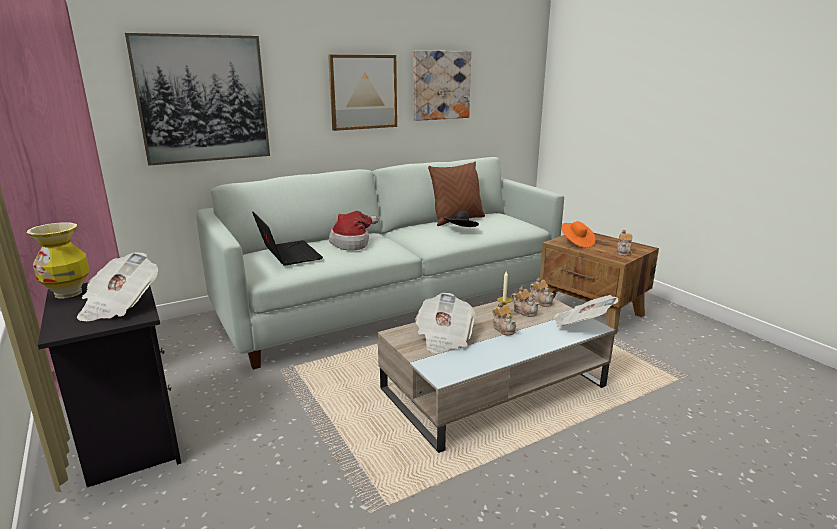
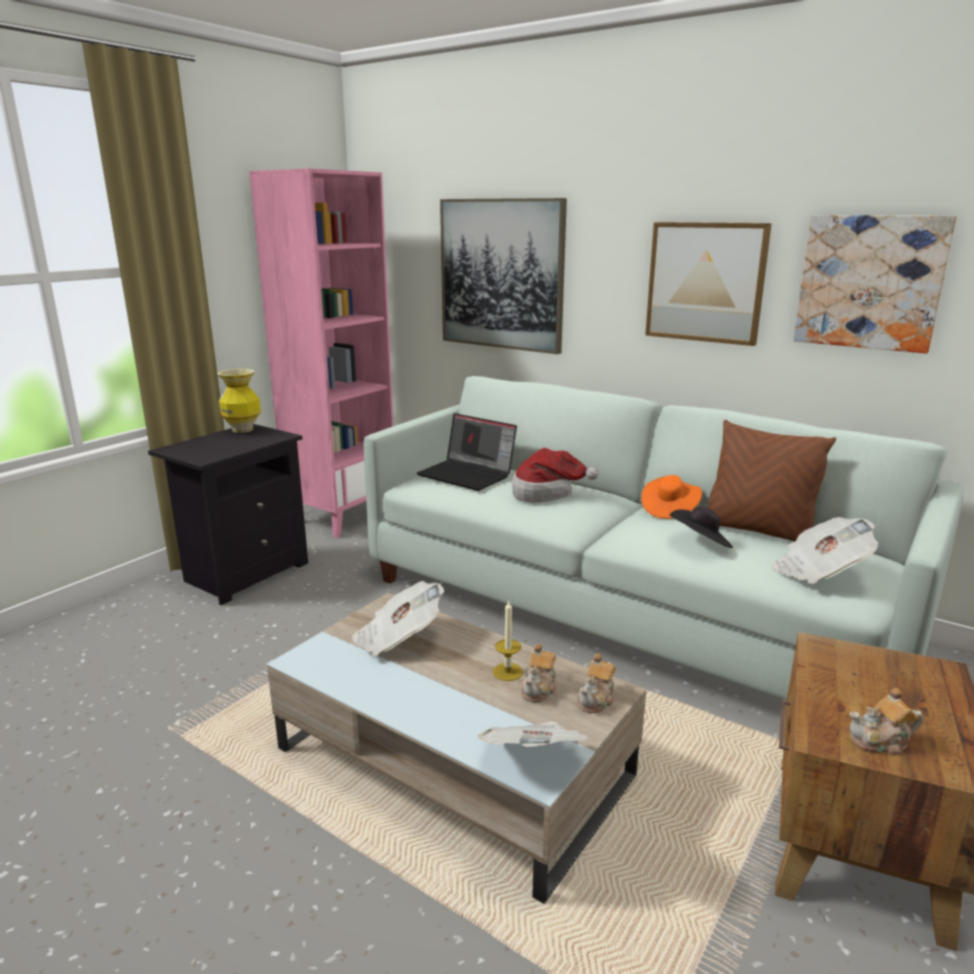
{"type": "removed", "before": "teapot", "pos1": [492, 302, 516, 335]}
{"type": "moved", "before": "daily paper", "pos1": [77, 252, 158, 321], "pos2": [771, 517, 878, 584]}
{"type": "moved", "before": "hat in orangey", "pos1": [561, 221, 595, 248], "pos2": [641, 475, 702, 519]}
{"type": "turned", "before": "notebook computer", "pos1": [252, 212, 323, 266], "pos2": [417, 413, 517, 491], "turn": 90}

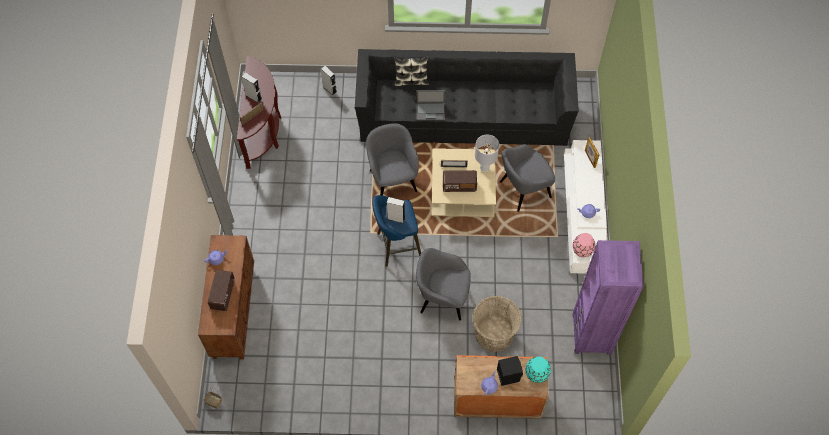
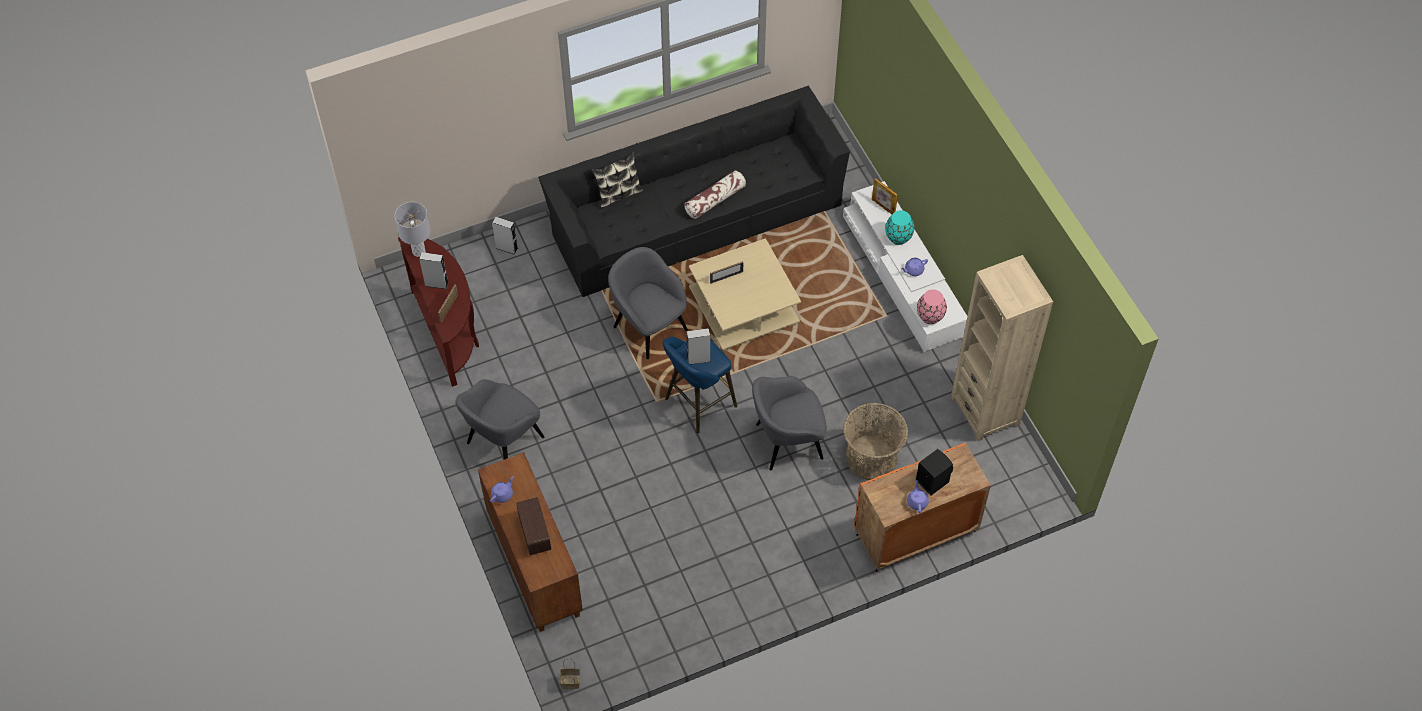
{"type": "removed", "before": "notebook computer", "pos1": [417, 90, 445, 120]}
{"type": "removed", "before": "radio", "pos1": [443, 170, 477, 192]}
{"type": "added", "after": "pillow", "pos2": [685, 171, 746, 219]}
{"type": "moved", "before": "tabletop lamp in greyish", "pos1": [475, 135, 499, 172], "pos2": [395, 202, 431, 257]}
{"type": "moved", "before": "lounge chair in greyish", "pos1": [500, 144, 555, 212], "pos2": [455, 379, 544, 460]}
{"type": "moved", "before": "vase in turquoise-coloured", "pos1": [525, 357, 551, 383], "pos2": [885, 210, 914, 245]}
{"type": "recoloured", "before": "shelving unit in purple", "after": "shelving unit in sand-coloured", "pos1": [572, 240, 644, 355], "pos2": [951, 255, 1053, 442]}

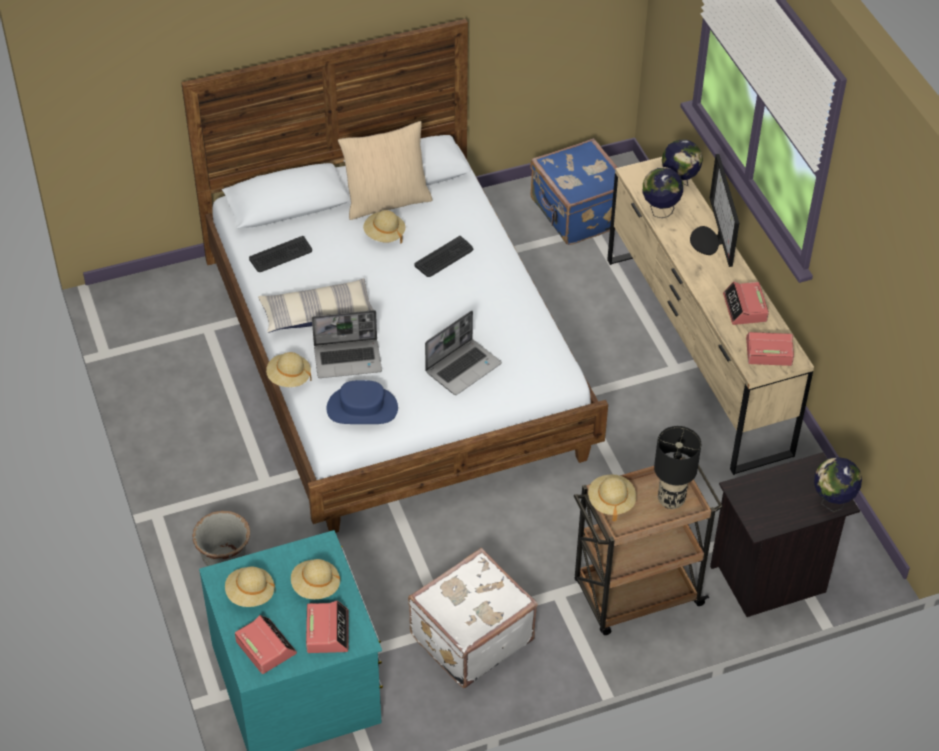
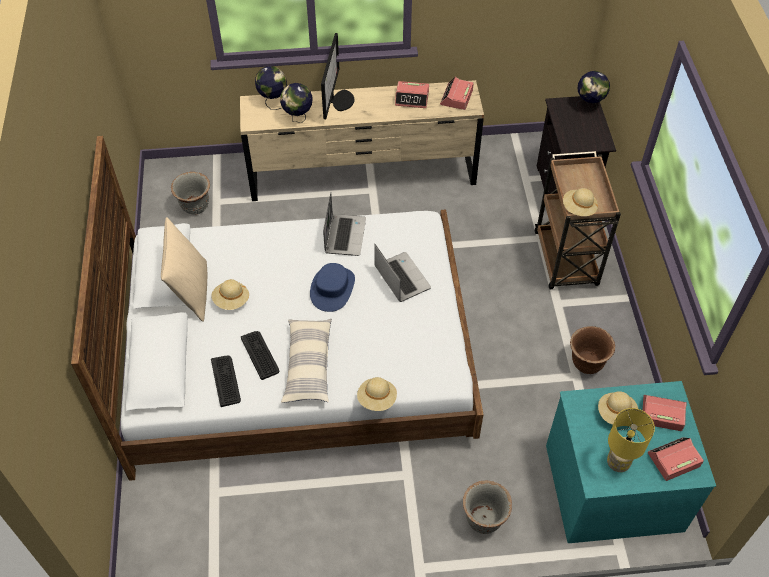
{"type": "removed", "before": "tabletop lamp in blackish", "pos1": [654, 426, 701, 509]}
{"type": "moved", "before": "notebook computer", "pos1": [312, 310, 382, 378], "pos2": [323, 193, 366, 256]}
{"type": "moved", "before": "hat in blue-coloured", "pos1": [327, 380, 398, 424], "pos2": [310, 263, 355, 312]}
{"type": "moved", "before": "keyboard", "pos1": [415, 236, 473, 277], "pos2": [241, 331, 279, 380]}
{"type": "replaced", "before": "hat in sand-coloured", "after": "tabletop lamp in yellow-coloured", "pos1": [225, 567, 276, 607], "pos2": [607, 408, 655, 472]}
{"type": "replaced", "before": "piece of luggage in white-coloured", "after": "flower pot in brown", "pos1": [408, 548, 538, 688], "pos2": [570, 326, 615, 374]}
{"type": "replaced", "before": "piece of luggage in blue-coloured", "after": "flower pot in greyish", "pos1": [530, 138, 618, 245], "pos2": [171, 172, 210, 215]}
{"type": "turned", "before": "computer screen", "pos1": [690, 154, 739, 267], "pos2": [321, 33, 354, 119], "turn": -90}

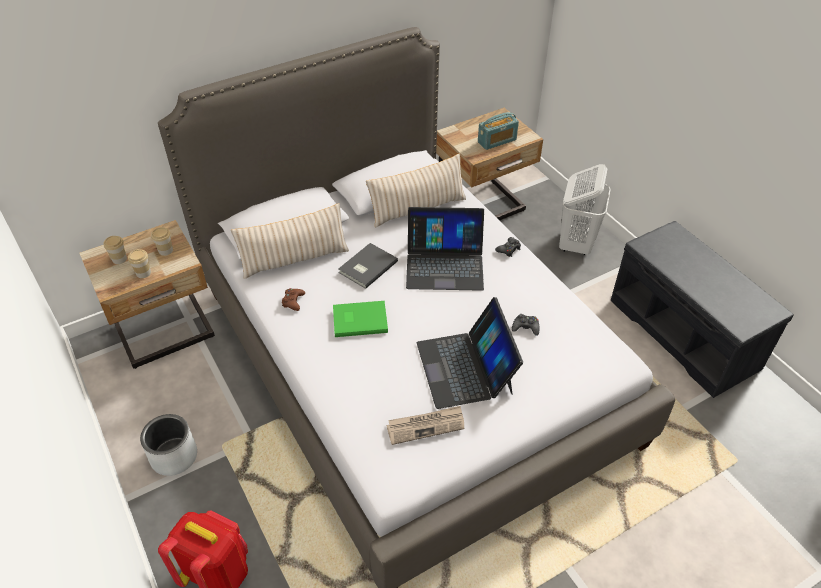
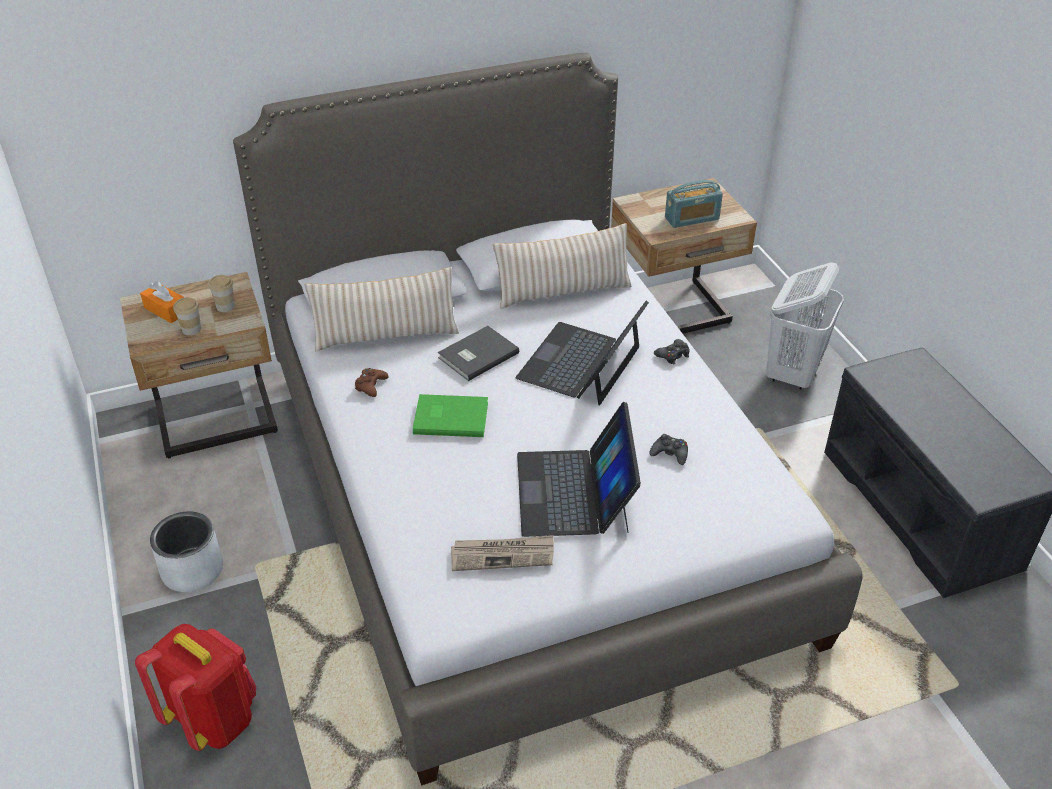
{"type": "replaced", "before": "cup", "after": "tissue box in orangey", "pos1": [103, 236, 127, 264], "pos2": [140, 281, 185, 323]}
{"type": "turned", "before": "notebook computer", "pos1": [406, 207, 484, 291], "pos2": [516, 301, 649, 406], "turn": 105}

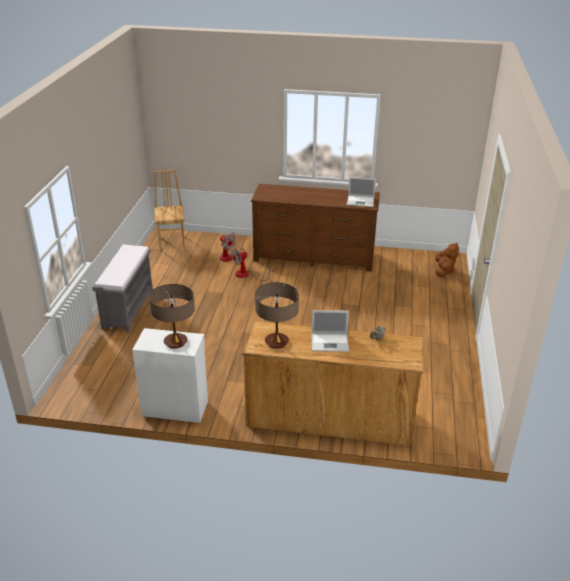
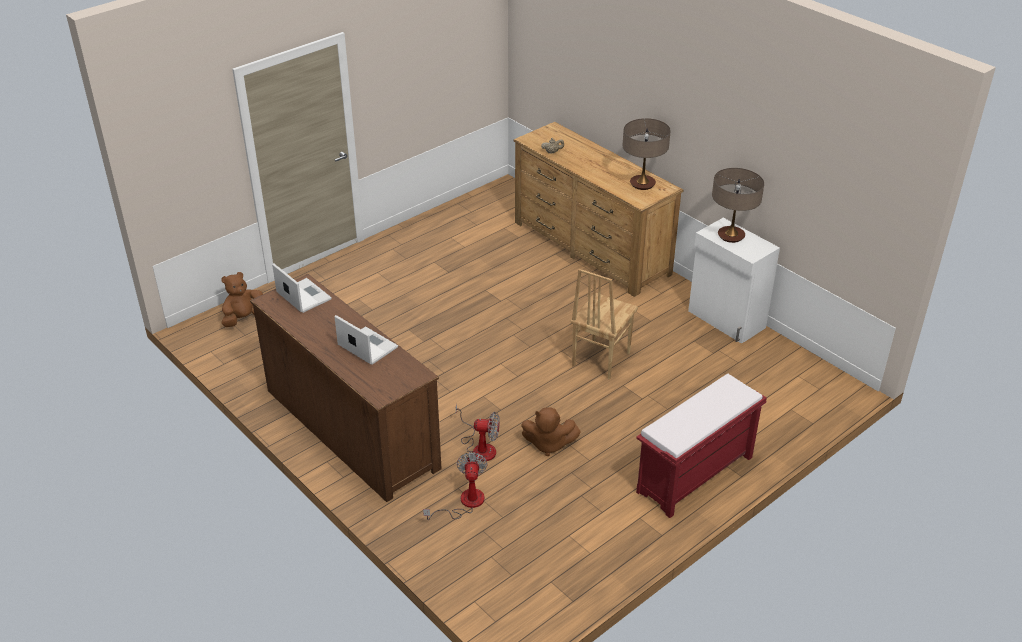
{"type": "added", "after": "plush toy in brown", "pos2": [521, 407, 581, 456]}
{"type": "moved", "before": "plain chair in brown", "pos1": [154, 170, 185, 251], "pos2": [571, 269, 638, 380]}
{"type": "moved", "before": "notebook computer", "pos1": [312, 310, 349, 352], "pos2": [334, 315, 398, 365]}
{"type": "recoloured", "before": "indoor bench in greyish", "after": "indoor bench in red", "pos1": [92, 245, 153, 332], "pos2": [636, 374, 767, 518]}

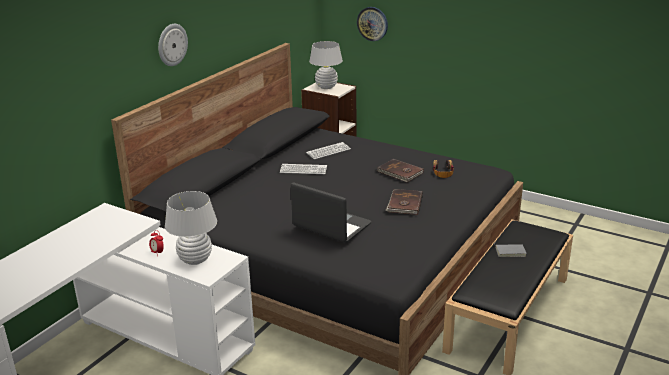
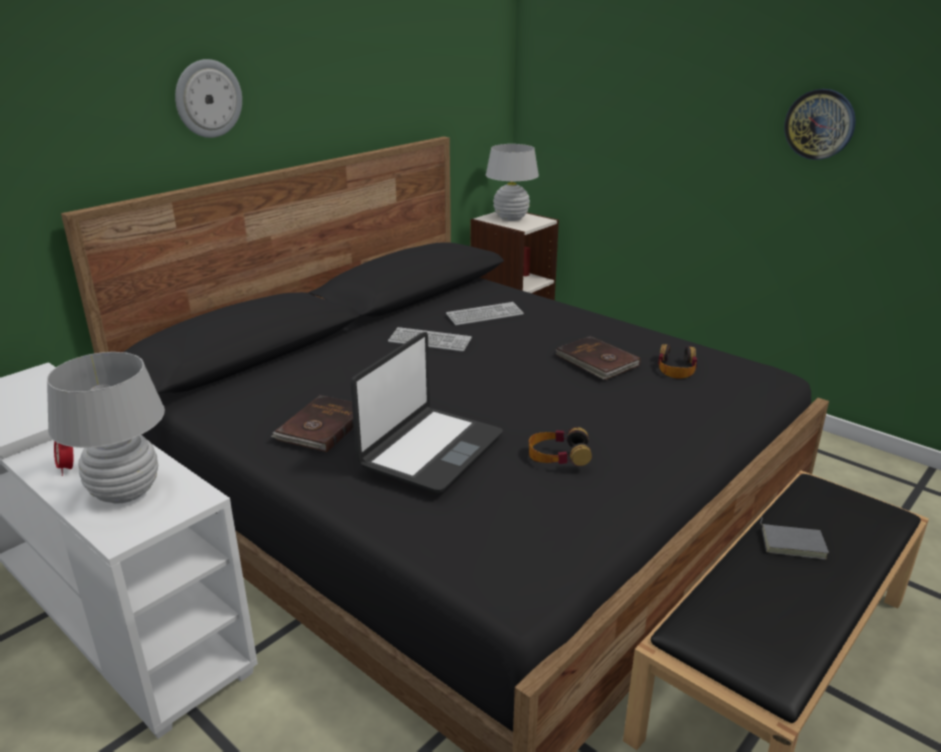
{"type": "added", "after": "headphones", "pos2": [529, 427, 592, 466]}
{"type": "moved", "before": "hanging clock", "pos1": [357, 7, 388, 41], "pos2": [784, 89, 856, 160]}
{"type": "moved", "before": "book in brown", "pos1": [385, 189, 423, 215], "pos2": [271, 395, 354, 452]}
{"type": "turned", "before": "notebook computer", "pos1": [291, 183, 371, 243], "pos2": [351, 332, 503, 493], "turn": 75}

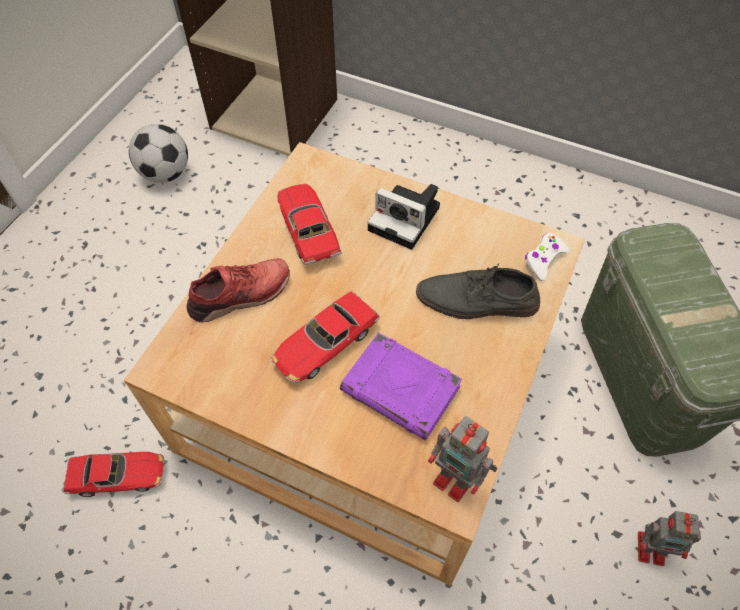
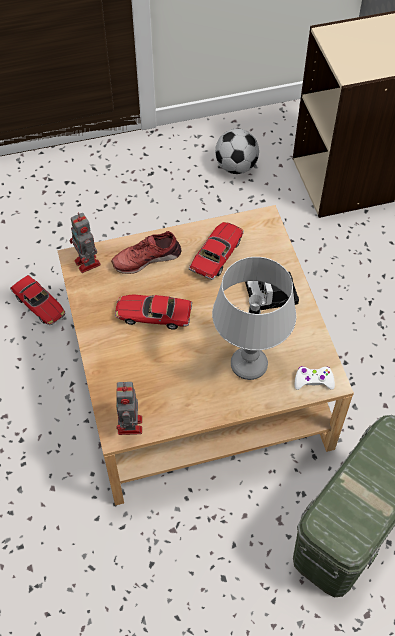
{"type": "removed", "before": "book in purple", "pos1": [340, 332, 462, 440]}
{"type": "moved", "before": "robot figure", "pos1": [638, 511, 701, 566], "pos2": [69, 213, 101, 273]}
{"type": "replaced", "before": "item of footwear in greyish", "after": "tabletop lamp in greyish", "pos1": [416, 264, 540, 319], "pos2": [212, 257, 296, 380]}
{"type": "turned", "before": "item of footwear in red", "pos1": [186, 258, 290, 322], "pos2": [111, 231, 181, 274], "turn": 135}

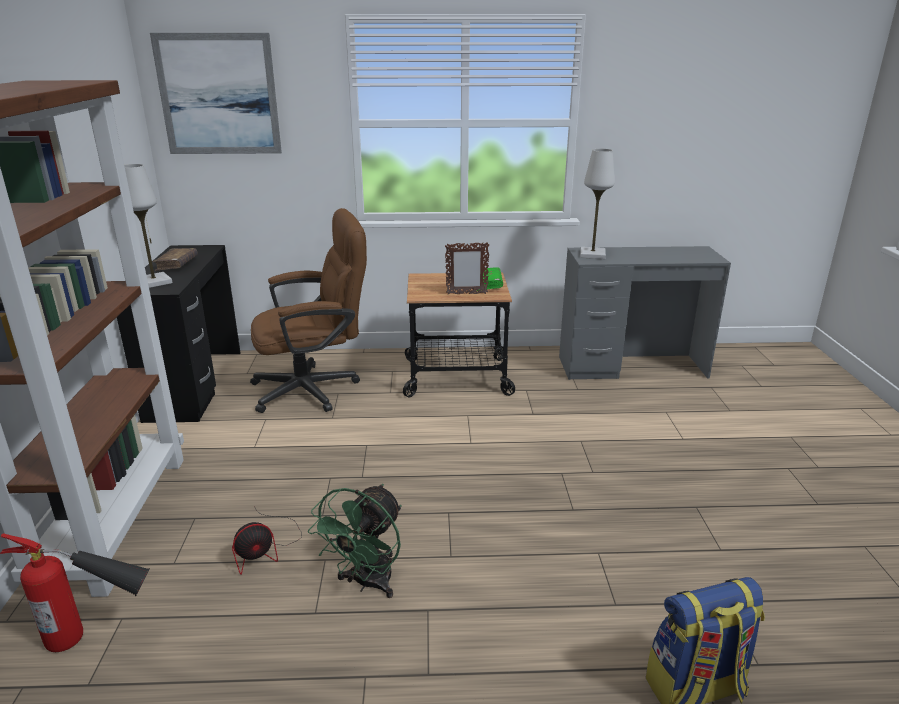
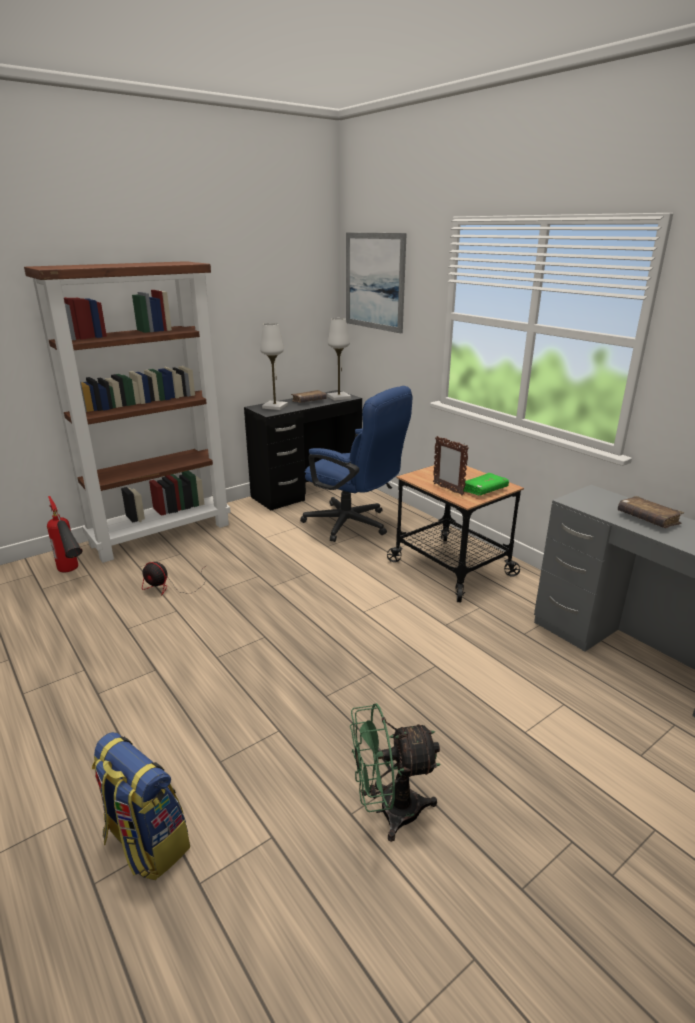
{"type": "added", "after": "book in brown", "pos2": [618, 496, 684, 528]}
{"type": "moved", "before": "fan in green-coloured", "pos1": [308, 484, 402, 598], "pos2": [350, 703, 440, 842]}
{"type": "moved", "before": "tabletop lamp in white-coloured", "pos1": [580, 148, 615, 259], "pos2": [327, 318, 351, 401]}
{"type": "recoloured", "before": "computer chair in brown", "after": "computer chair in blue-coloured", "pos1": [250, 208, 367, 413], "pos2": [300, 386, 413, 542]}

